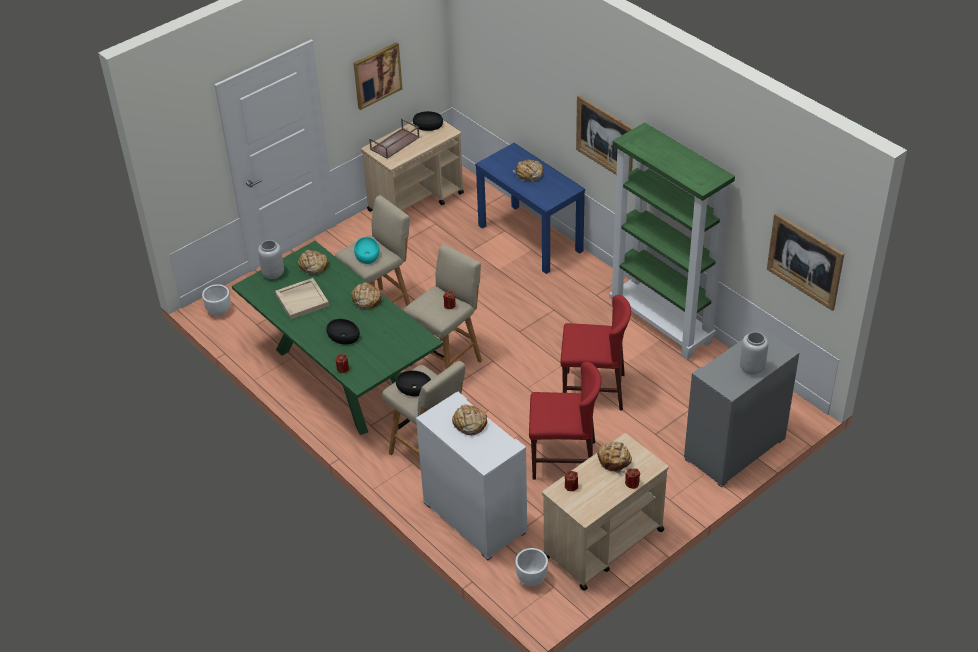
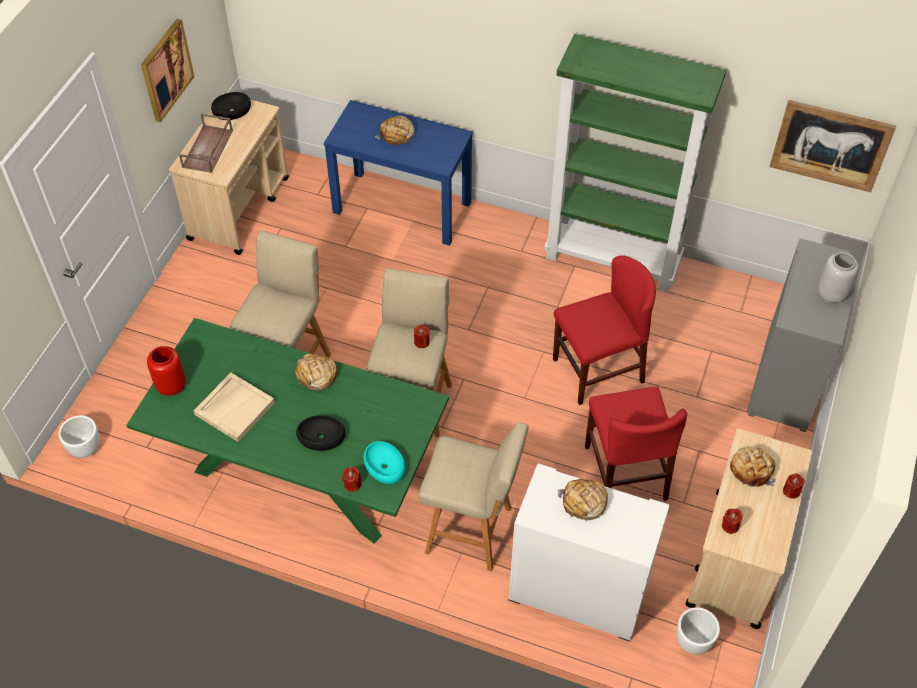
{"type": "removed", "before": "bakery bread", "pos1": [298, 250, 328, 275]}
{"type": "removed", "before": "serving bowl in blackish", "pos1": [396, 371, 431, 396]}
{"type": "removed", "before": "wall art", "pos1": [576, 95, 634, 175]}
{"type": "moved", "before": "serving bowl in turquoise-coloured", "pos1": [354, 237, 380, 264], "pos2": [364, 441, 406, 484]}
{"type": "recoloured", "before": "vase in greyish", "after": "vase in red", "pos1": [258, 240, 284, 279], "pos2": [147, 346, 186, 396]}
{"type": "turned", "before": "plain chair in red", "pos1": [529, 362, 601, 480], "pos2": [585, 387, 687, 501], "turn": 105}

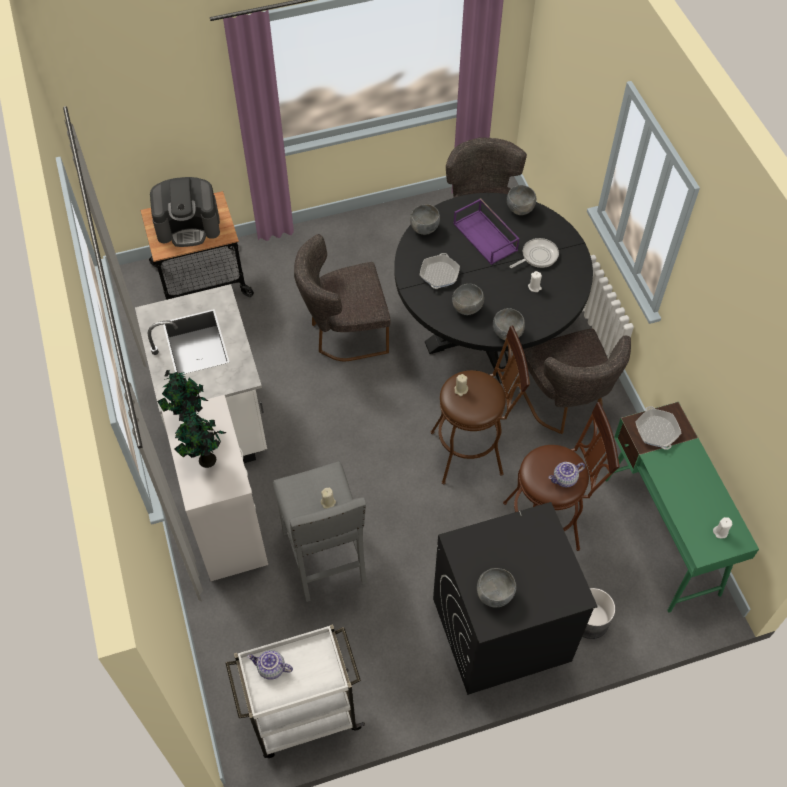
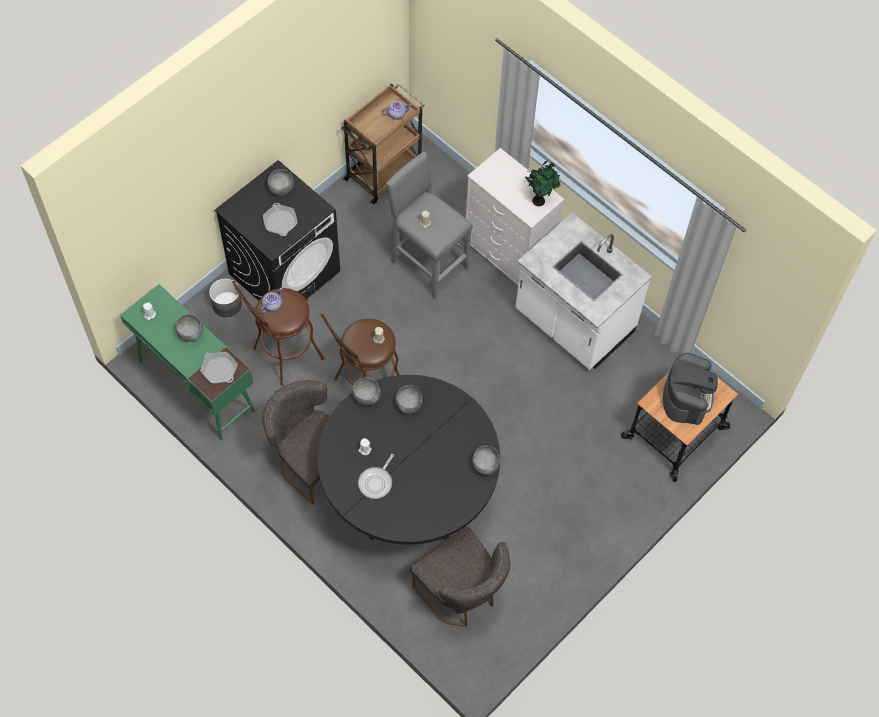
{"type": "removed", "before": "houseplant", "pos1": [175, 411, 226, 468]}
{"type": "removed", "before": "plain chair in greyish", "pos1": [294, 234, 391, 361]}
{"type": "removed", "before": "tray in purple", "pos1": [453, 198, 519, 265]}
{"type": "moved", "before": "pan", "pos1": [420, 253, 460, 289], "pos2": [263, 203, 297, 236]}
{"type": "moved", "before": "serving bowl in greyish", "pos1": [507, 185, 536, 215], "pos2": [176, 314, 203, 342]}
{"type": "recoloured", "before": "trolley in white-coloured", "after": "trolley in brown", "pos1": [226, 624, 365, 758], "pos2": [341, 83, 425, 204]}
{"type": "turned", "before": "coffee brewer", "pos1": [150, 177, 220, 247], "pos2": [663, 353, 718, 425], "turn": 135}

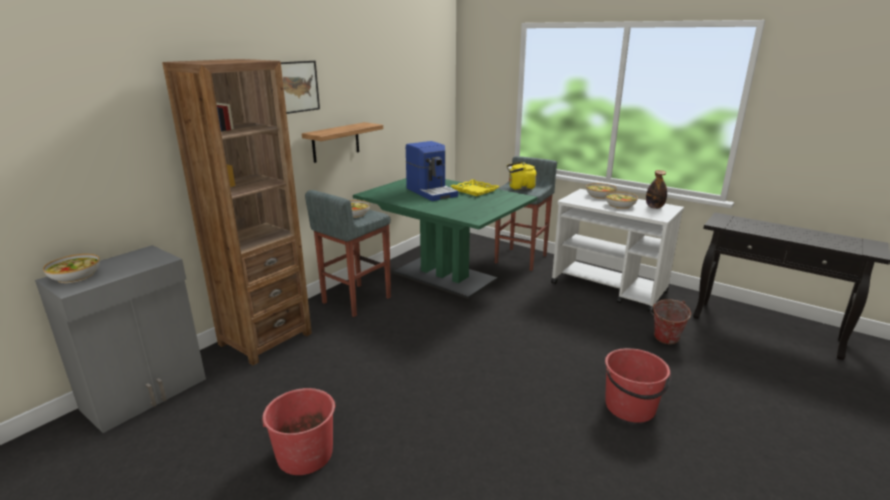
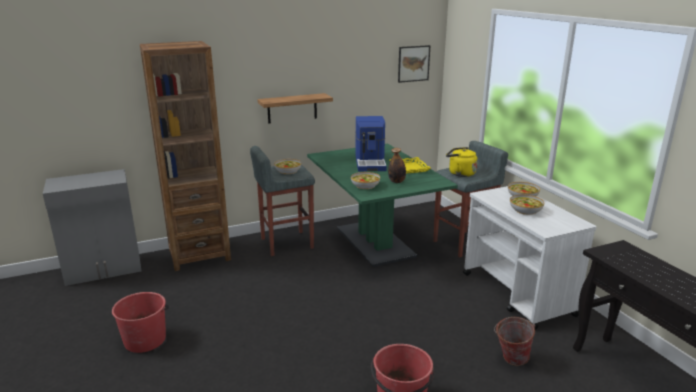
{"type": "moved", "before": "serving bowl", "pos1": [43, 254, 100, 283], "pos2": [351, 172, 380, 189]}
{"type": "moved", "before": "wall art", "pos1": [281, 61, 320, 114], "pos2": [398, 45, 430, 83]}
{"type": "moved", "before": "bottle", "pos1": [646, 170, 667, 209], "pos2": [388, 148, 406, 183]}

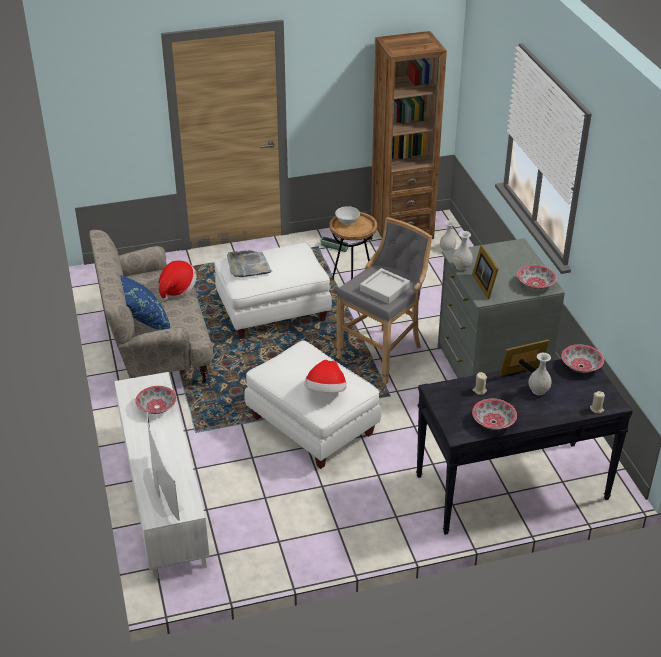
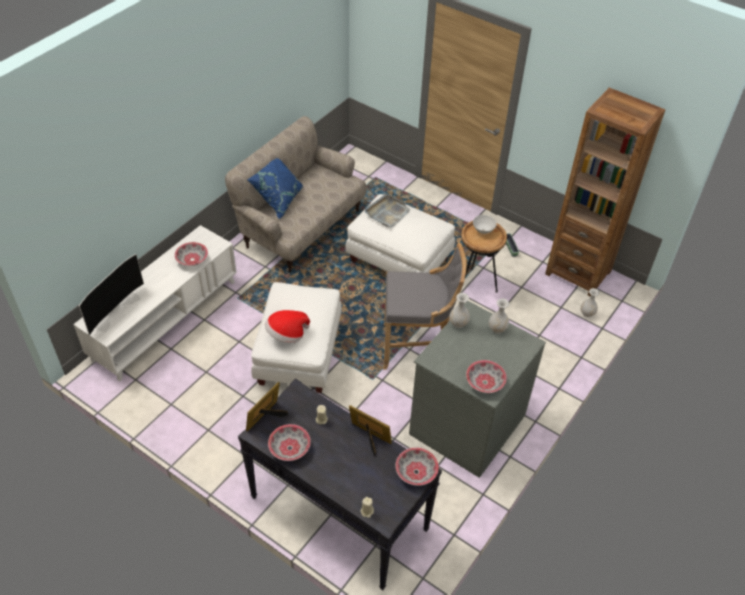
{"type": "removed", "before": "hat", "pos1": [159, 261, 196, 302]}
{"type": "removed", "before": "tray in greyish", "pos1": [360, 268, 410, 304]}
{"type": "moved", "before": "picture frame", "pos1": [472, 245, 499, 299], "pos2": [246, 382, 288, 431]}
{"type": "moved", "before": "vase in white-coloured", "pos1": [528, 353, 552, 395], "pos2": [489, 298, 509, 334]}

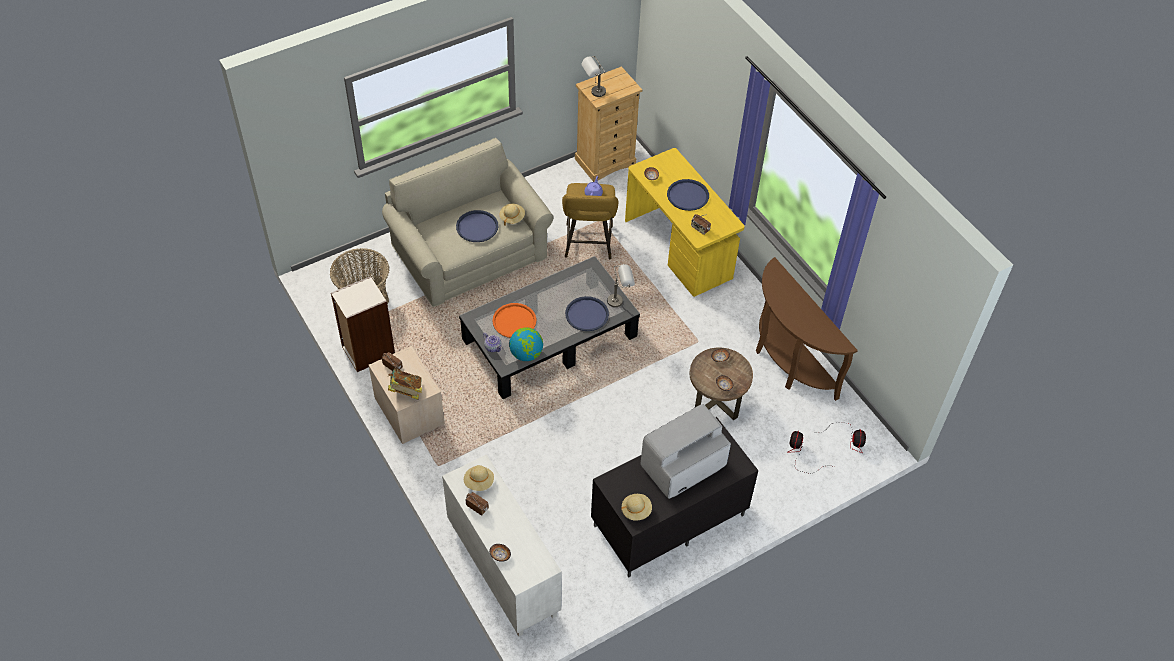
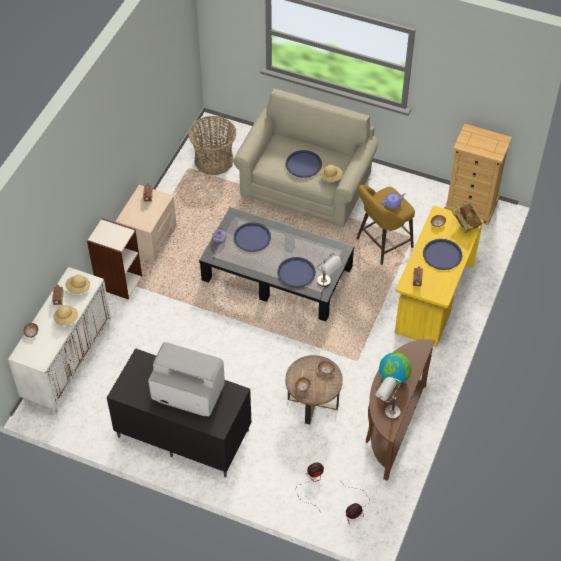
{"type": "moved", "before": "shelving unit", "pos1": [331, 276, 395, 372], "pos2": [87, 218, 142, 299]}
{"type": "moved", "before": "book", "pos1": [388, 369, 422, 400], "pos2": [452, 203, 482, 233]}
{"type": "moved", "before": "desk globe", "pos1": [509, 327, 543, 361], "pos2": [379, 352, 411, 385]}
{"type": "moved", "before": "tabletop lamp in greyish", "pos1": [582, 56, 606, 97], "pos2": [376, 377, 402, 419]}
{"type": "moved", "before": "hat in sand-coloured", "pos1": [621, 494, 652, 521], "pos2": [53, 305, 78, 326]}
{"type": "recoloured", "before": "tray in orangey", "after": "tray in blue-coloured", "pos1": [492, 303, 536, 338], "pos2": [234, 222, 271, 252]}

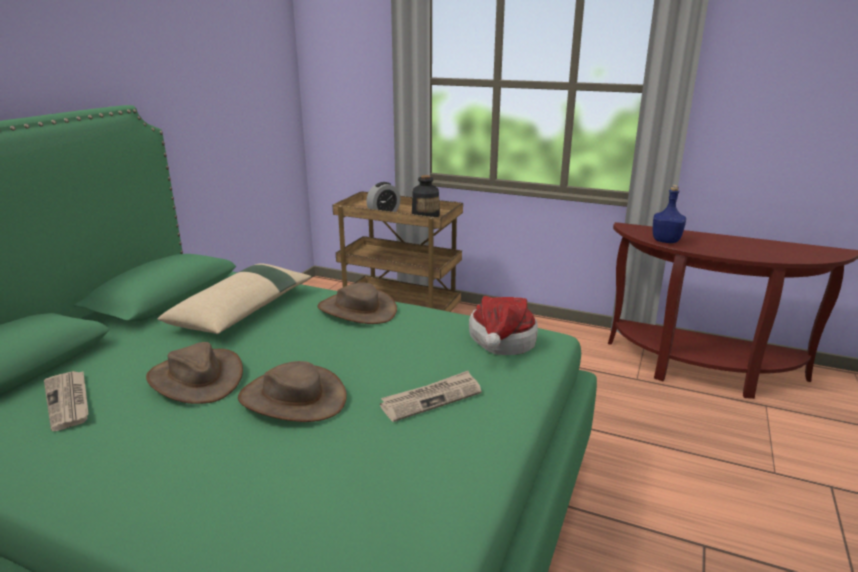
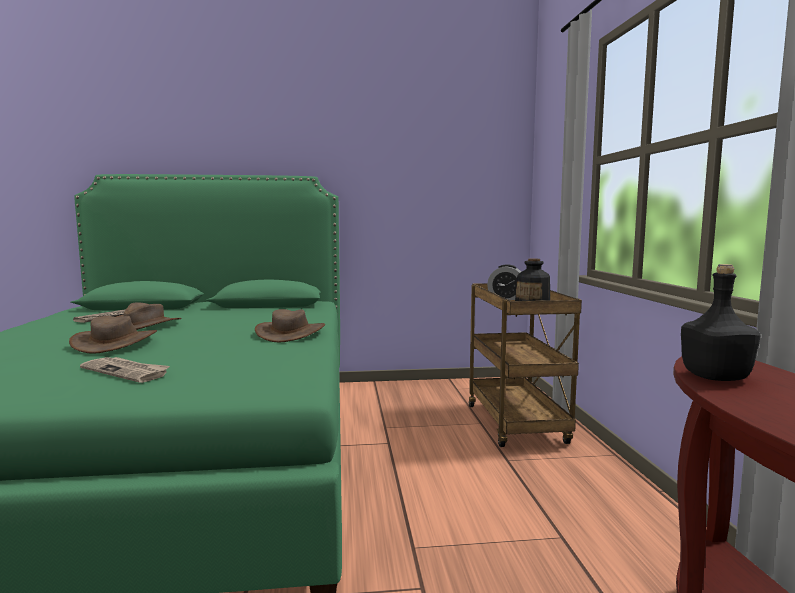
{"type": "removed", "before": "pillow in sand-coloured", "pos1": [158, 263, 312, 334]}
{"type": "removed", "before": "hat", "pos1": [469, 296, 538, 355]}
{"type": "recoloured", "before": "bottle in blue-coloured", "after": "bottle in blackish", "pos1": [653, 185, 686, 243], "pos2": [681, 264, 760, 381]}

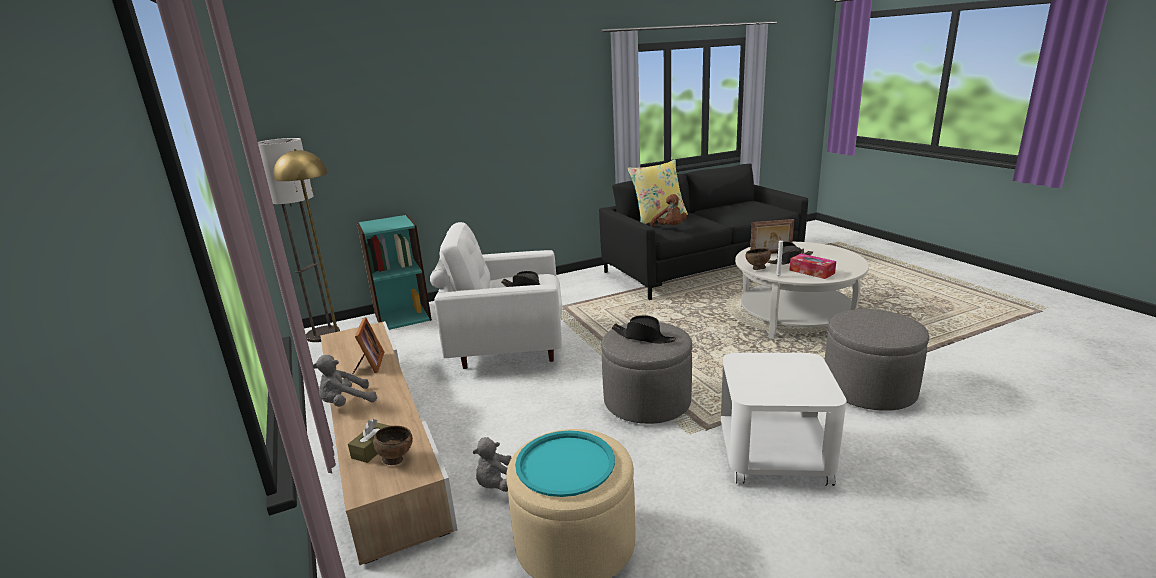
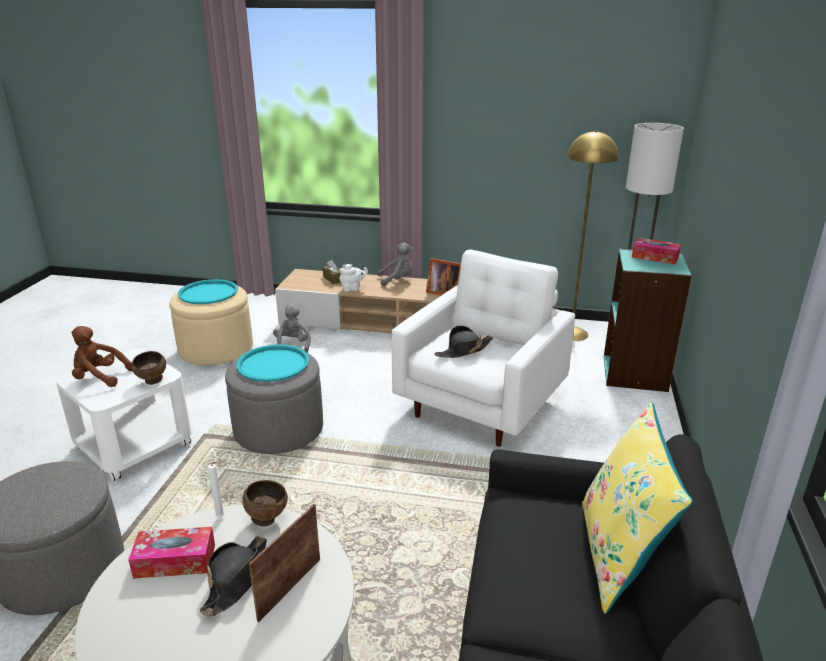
{"type": "added", "after": "teapot in white-coloured", "pos2": [340, 264, 368, 291]}
{"type": "added", "after": "tissue box", "pos2": [632, 238, 681, 265]}
{"type": "moved", "before": "serving bowl in brown", "pos1": [373, 426, 413, 465], "pos2": [131, 351, 166, 385]}
{"type": "moved", "before": "plush toy in brown", "pos1": [650, 194, 687, 227], "pos2": [72, 326, 132, 387]}
{"type": "replaced", "before": "hat in blackish", "after": "tray in turquoise-coloured", "pos1": [612, 315, 676, 344], "pos2": [236, 344, 309, 382]}
{"type": "turned", "before": "plush toy in greyish", "pos1": [312, 355, 377, 407], "pos2": [377, 243, 413, 286], "turn": 75}

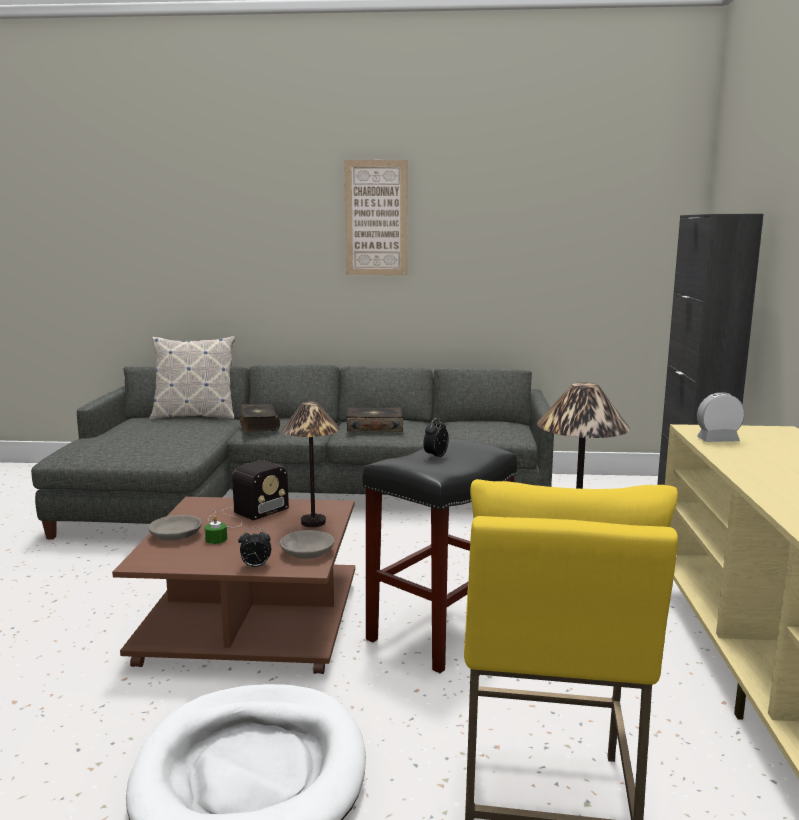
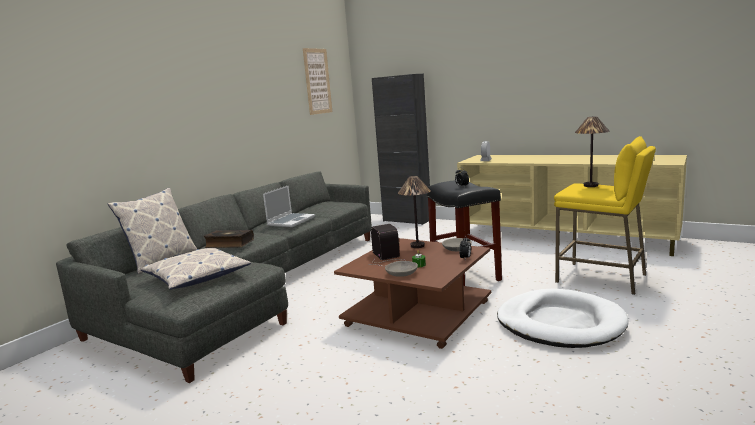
{"type": "added", "after": "pillow", "pos2": [140, 248, 251, 290]}
{"type": "moved", "before": "wall art", "pos1": [344, 160, 407, 275], "pos2": [303, 48, 333, 115]}
{"type": "replaced", "before": "book", "after": "notebook computer", "pos1": [346, 407, 403, 432], "pos2": [263, 186, 315, 227]}

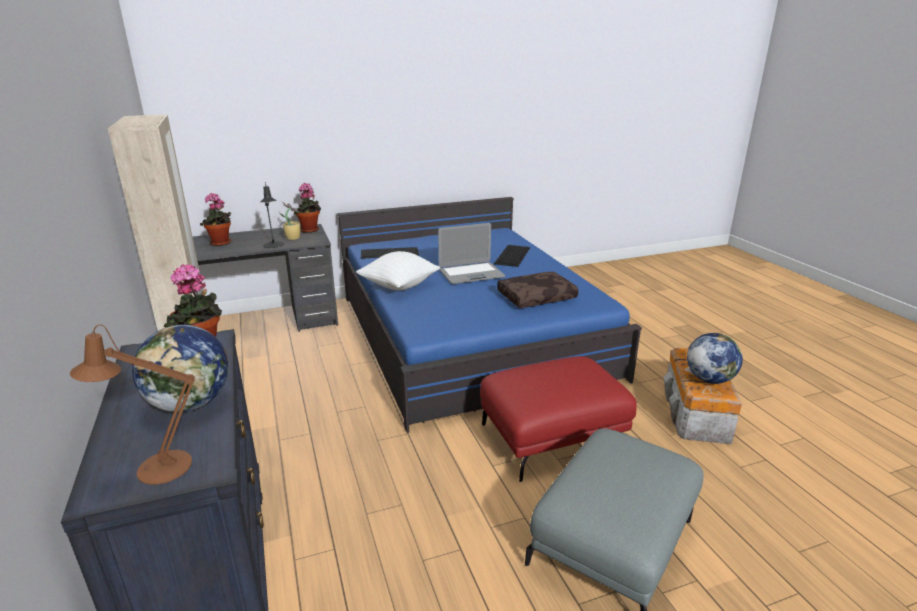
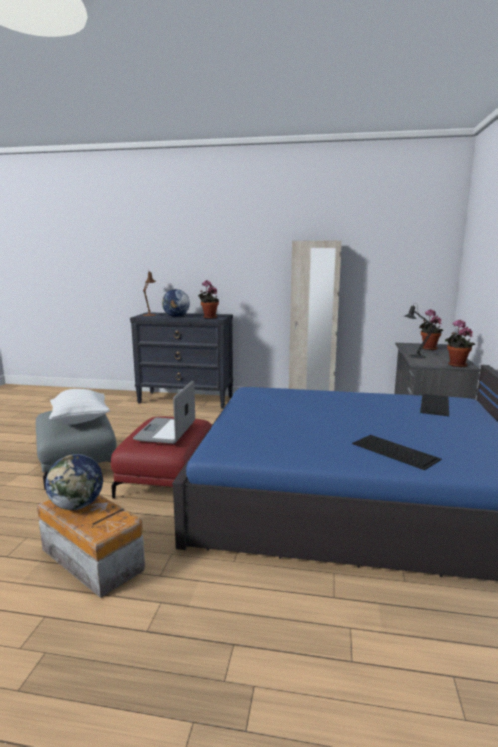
{"type": "removed", "before": "houseplant", "pos1": [279, 201, 300, 240]}
{"type": "removed", "before": "pillow in brown", "pos1": [497, 272, 579, 308]}
{"type": "moved", "before": "pillow in white-coloured", "pos1": [356, 251, 440, 291], "pos2": [49, 389, 110, 425]}
{"type": "moved", "before": "notebook computer", "pos1": [438, 223, 505, 284], "pos2": [133, 381, 195, 444]}

